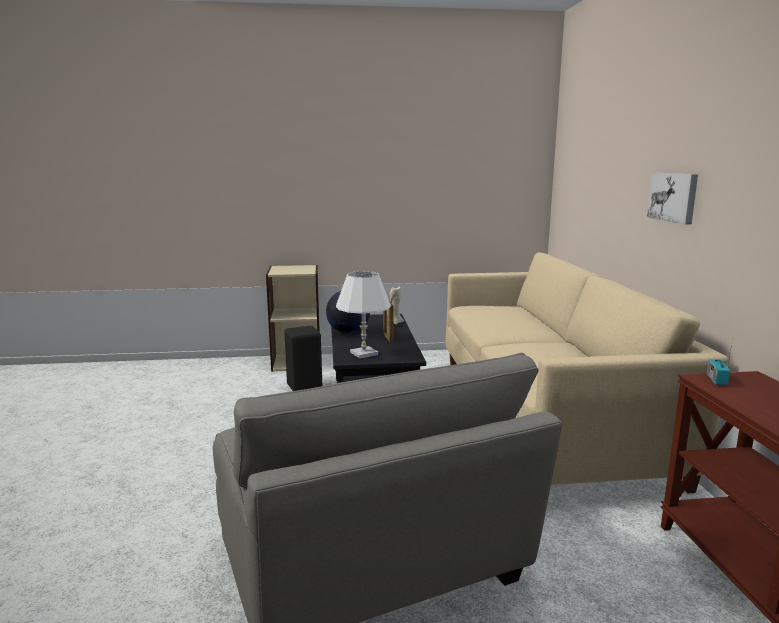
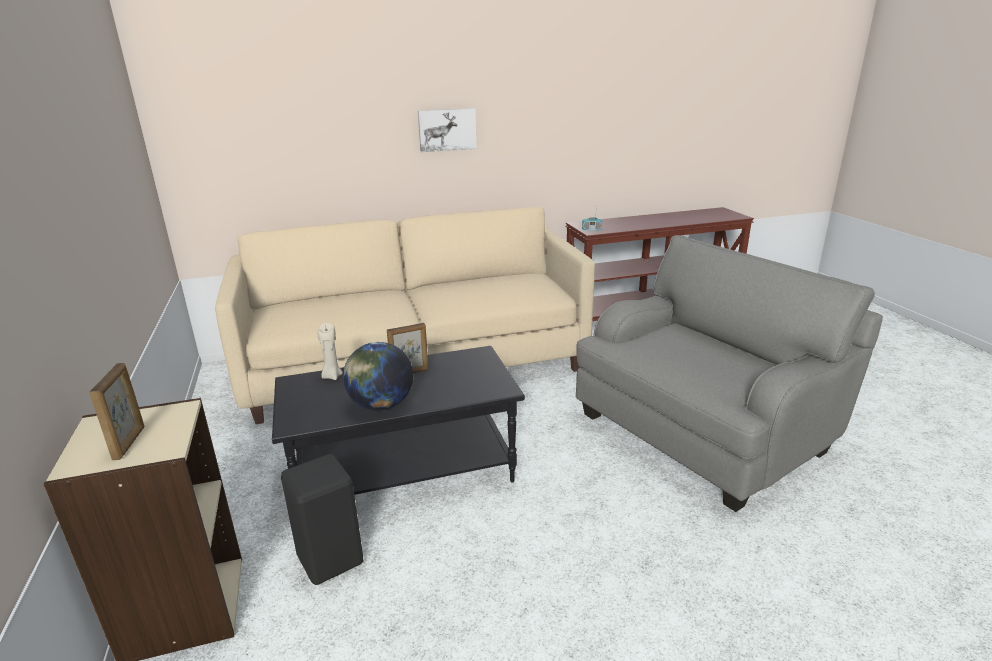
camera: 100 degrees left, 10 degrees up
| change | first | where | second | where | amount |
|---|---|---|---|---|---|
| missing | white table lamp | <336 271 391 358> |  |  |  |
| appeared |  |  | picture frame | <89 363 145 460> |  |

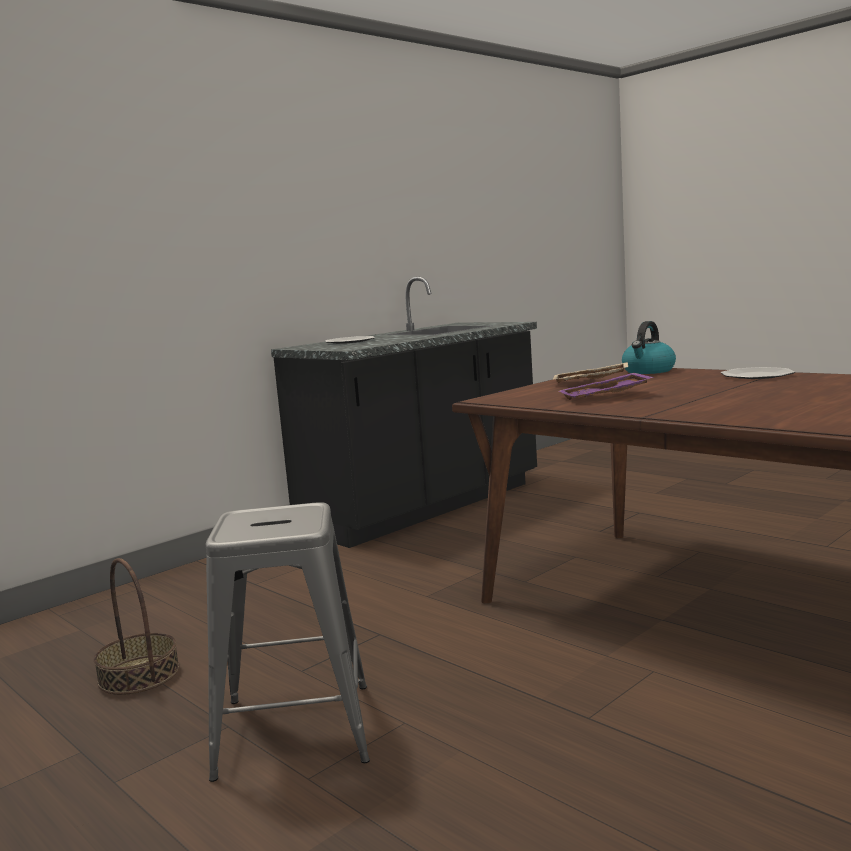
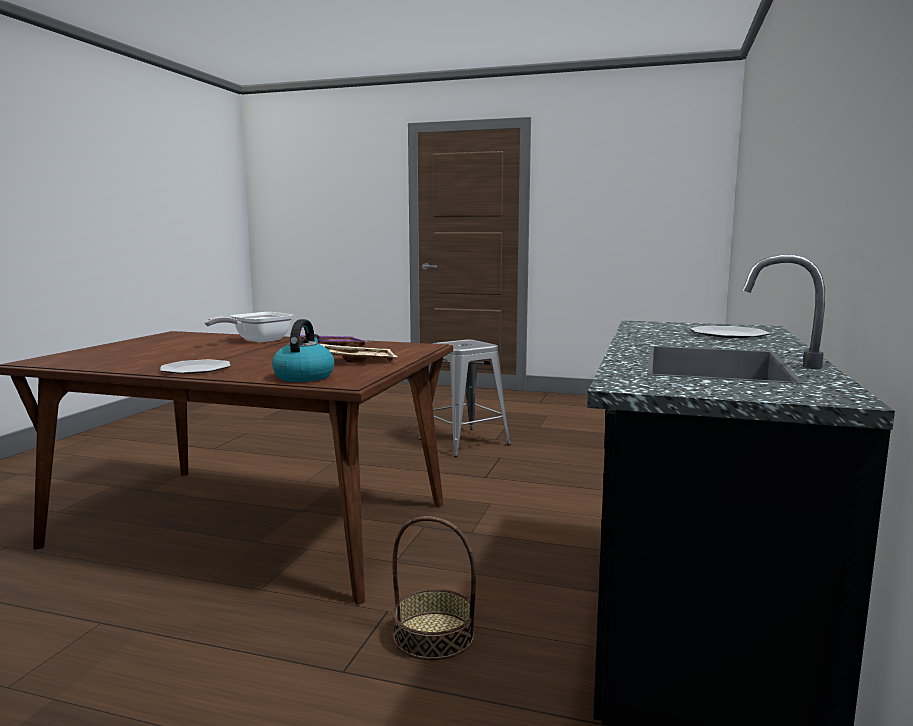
camera: 150 degrees right, 0 degrees up
| change | first | where | second | where | amount |
|---|---|---|---|---|---|
| relocated | basket | <94 558 180 695> |  | <392 516 476 660> |  |
| appeared |  |  | frying pan | <205 312 293 343> |  |

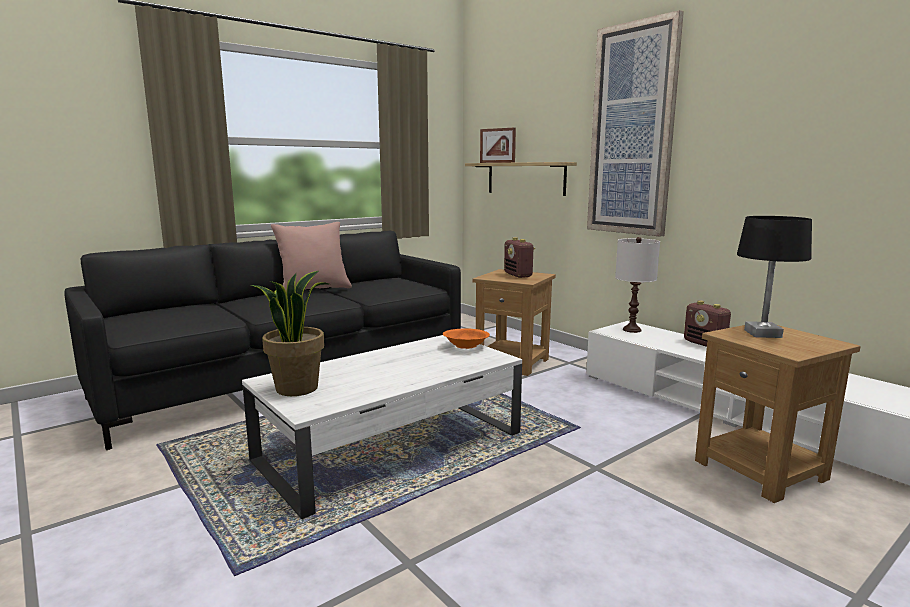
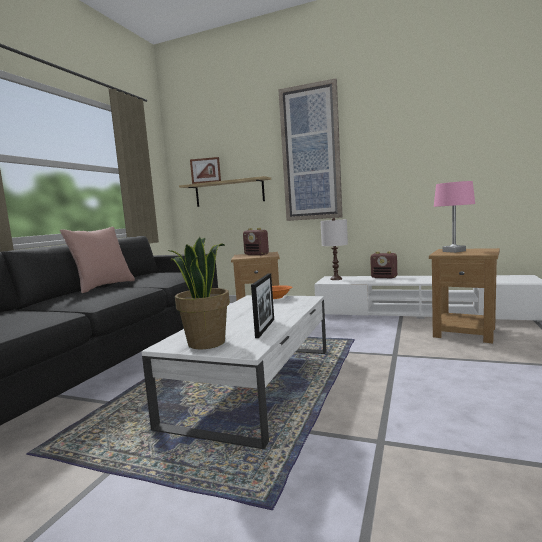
camera: 30 degrees left, 5 degrees down
| change | first | where | second | where | amount |
|---|---|---|---|---|---|
| colour | black table lamp | <737 216 812 338> | pink table lamp | <434 181 475 253> |  |
| appeared |  |  | picture frame | <251 273 274 338> |  |

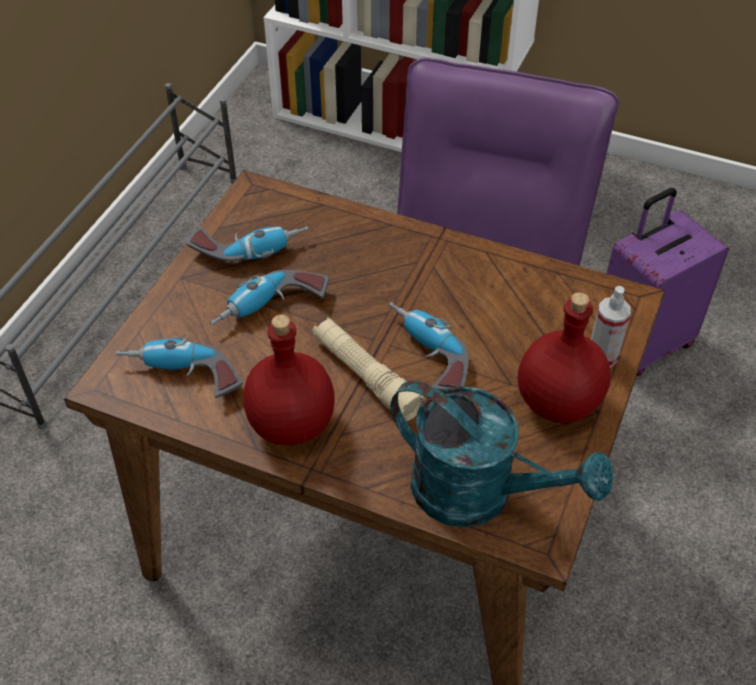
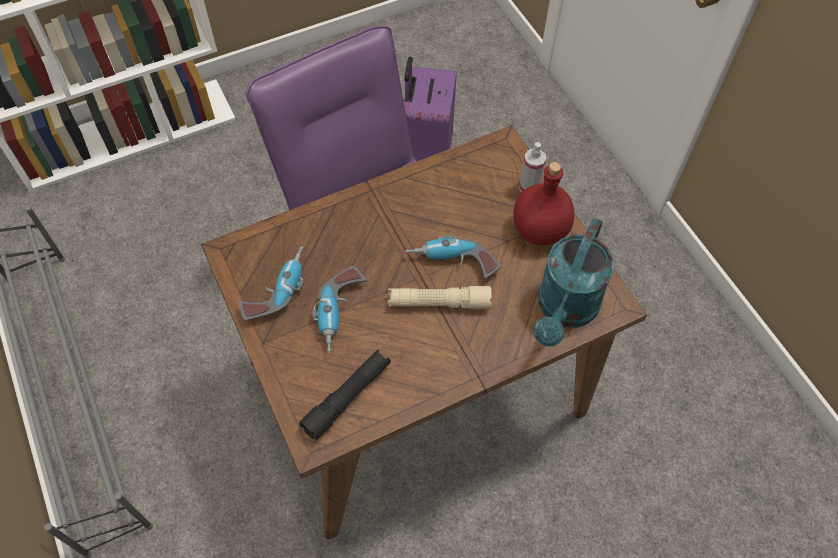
camera: 50 degrees left, 10 degrees up
| change | first | where | second | where | amount |
|---|---|---|---|---|---|
| exchanged | power drill | <116 337 243 398> | black flashlight | <299 349 391 440> |  |
| missing | red bottle | <243 314 335 445> |  |  |  |
| spun | turquoise watering can | <390 381 614 527> |  | <533 218 614 347> | 135 degrees clockwise |

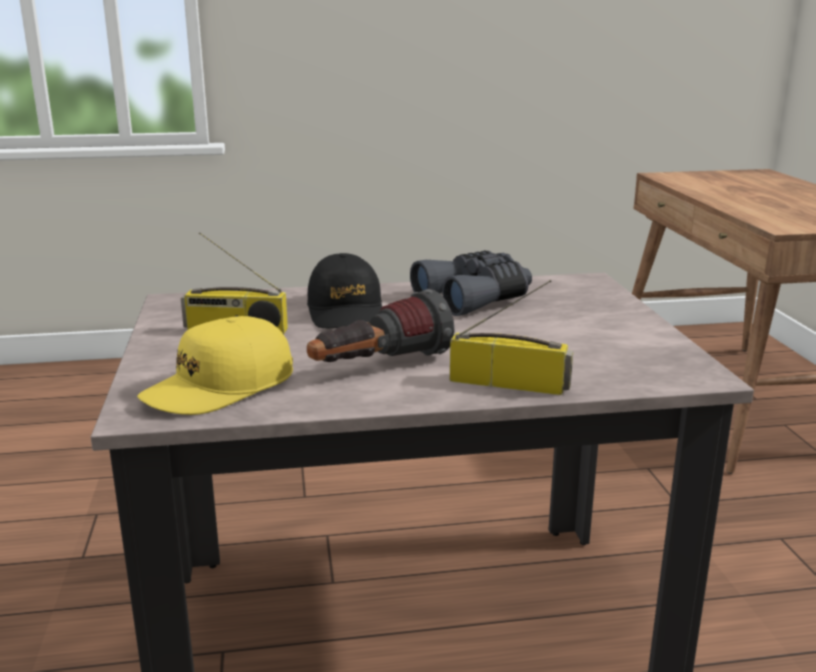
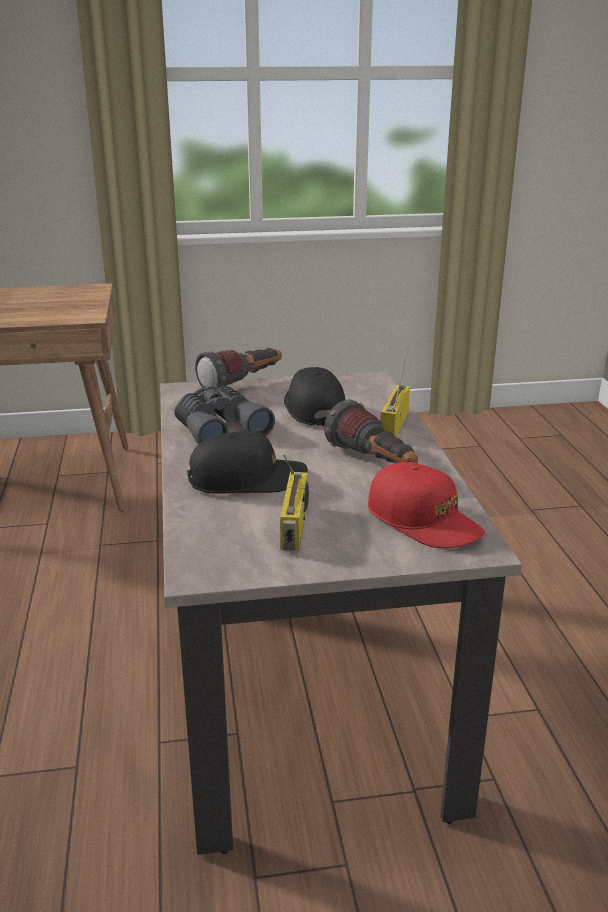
camera: 90 degrees left, 5 degrees up
| change | first | where | second | where | amount |
|---|---|---|---|---|---|
| colour | yellow cap | <137 316 293 415> | red cap | <368 462 485 548> |  |
| appeared |  |  | flashlight | <195 348 282 389> |  |
| appeared |  |  | black cap | <284 367 346 426> |  |

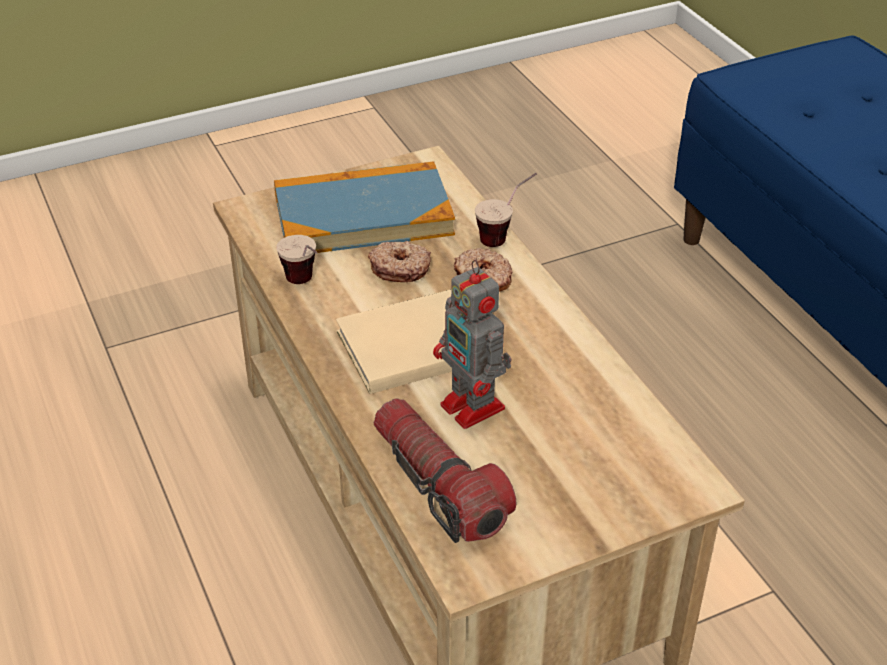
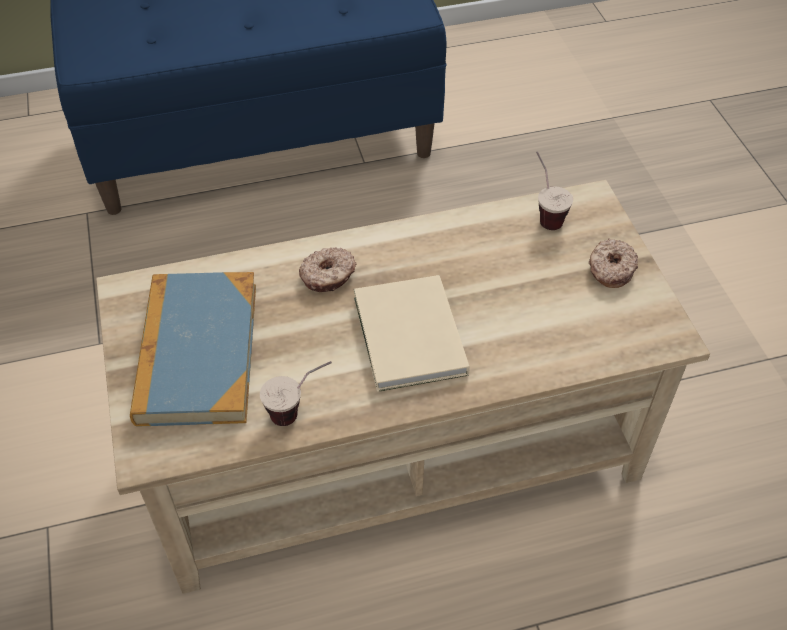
camera: 80 degrees left, 10 degrees up
| change | first | where | second | where | amount |
|---|---|---|---|---|---|
| relocated | donut | <368 241 431 282> |  | <589 238 638 288> |  |
| missing | flashlight | <374 399 516 543> |  |  |  |
| missing | toy robot | <433 260 511 429> |  |  |  |
| relocated | cup | <475 173 537 247> |  | <536 151 573 230> |  |

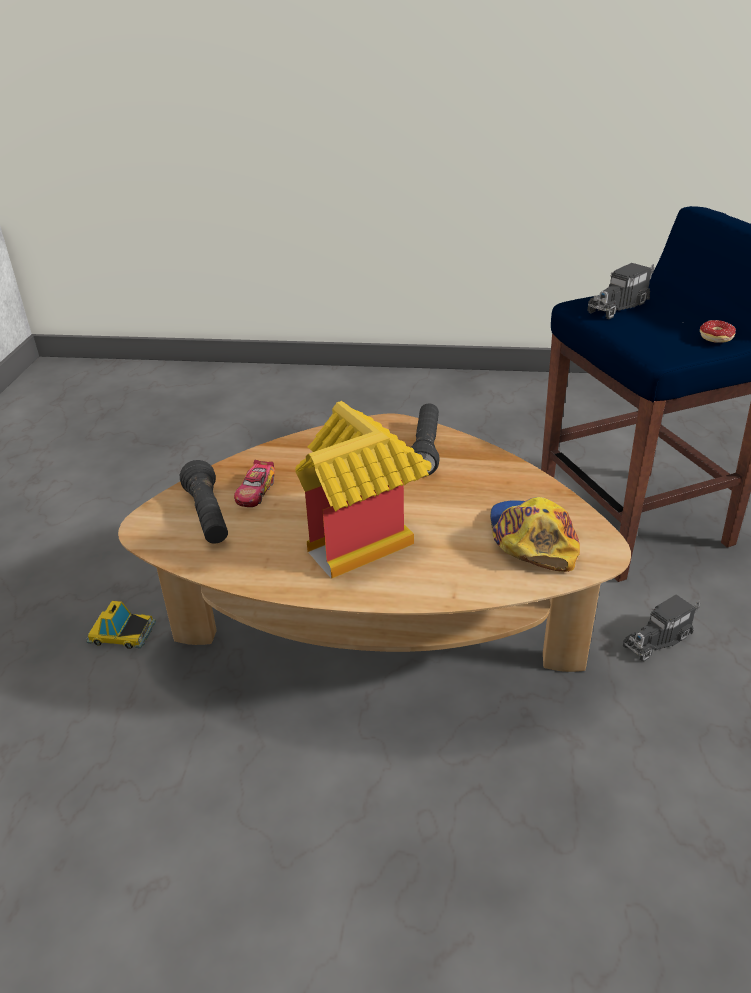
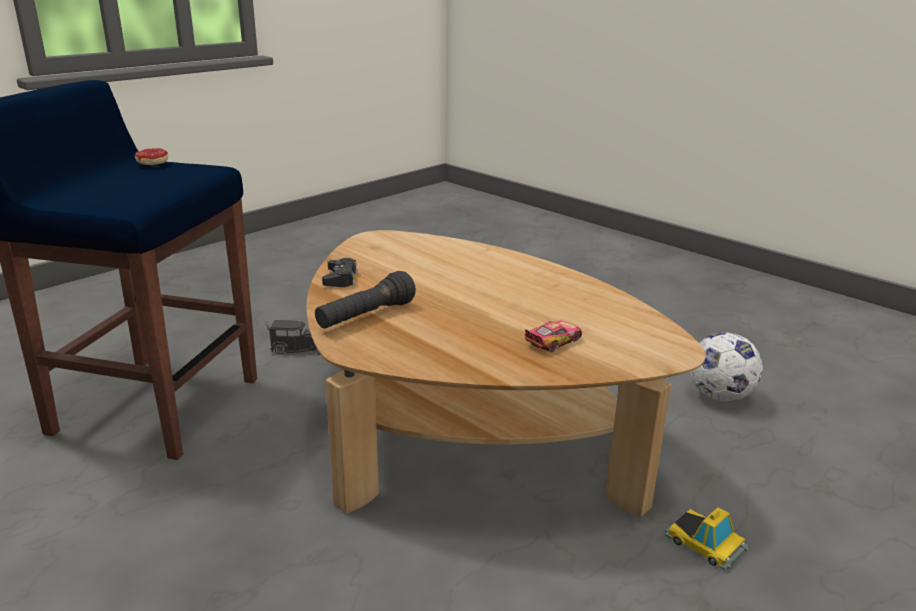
camera: 145 degrees left, 10 degrees down
| change | first | where | second | where | amount |
|---|---|---|---|---|---|
| missing | black flashlight | <180 460 228 544> |  |  |  |
| missing | toy house | <295 401 431 579> |  |  |  |
| missing | cap | <490 497 580 572> |  |  |  |
| missing | toy truck | <587 263 654 319> |  |  |  |
| appeared |  |  | black game controller | <322 258 358 287> |  |
| appeared |  |  | football | <690 332 763 402> |  |

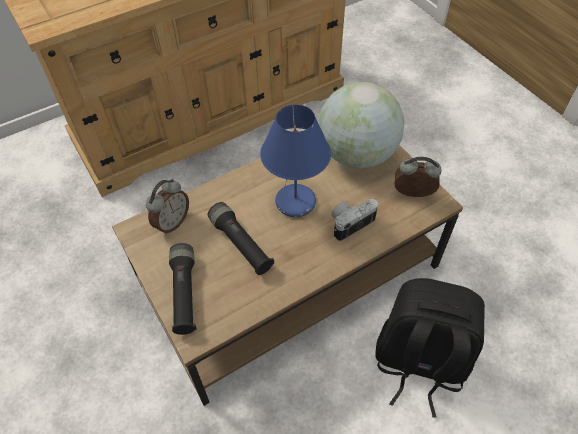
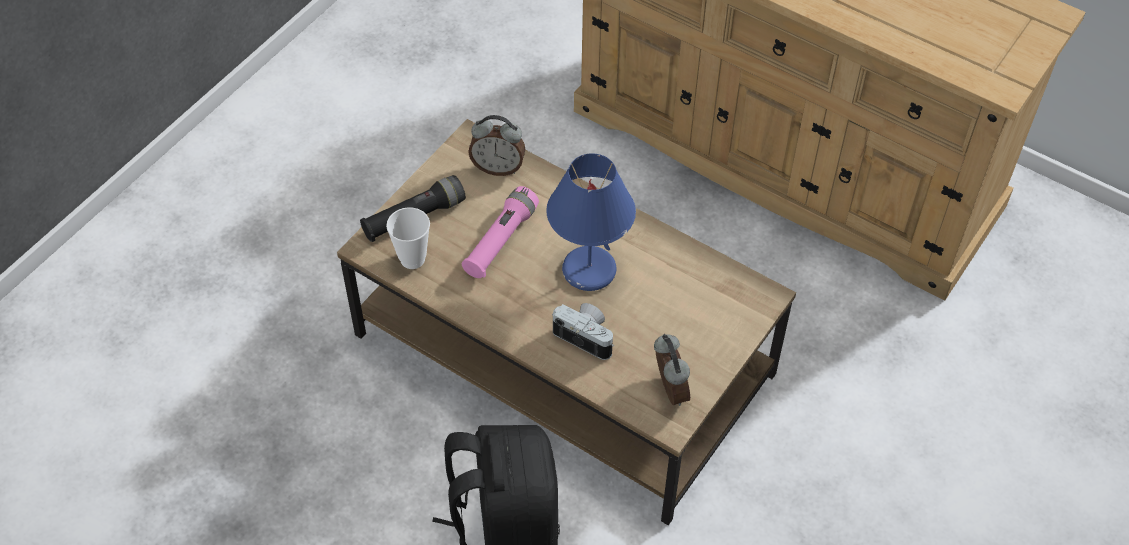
camera: 65 degrees right, 0 degrees up
| change | first | where | second | where | amount |
|---|---|---|---|---|---|
| colour | black flashlight | <208 202 274 275> | pink flashlight | <462 186 539 278> |  |
| missing | globe | <318 82 405 169> |  |  |  |
| appeared |  |  | cup | <386 207 430 269> |  |

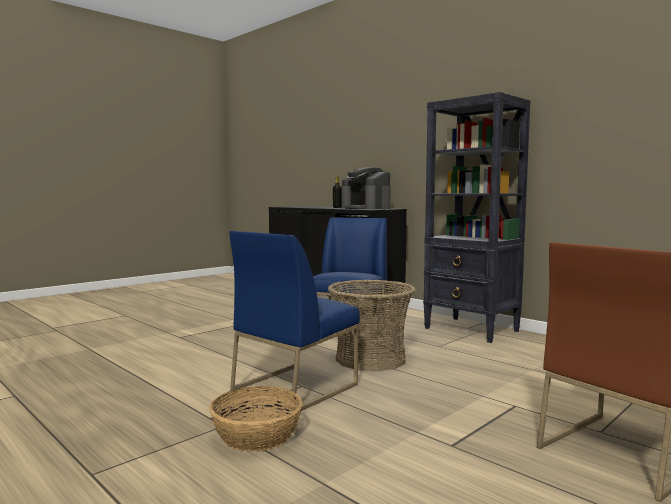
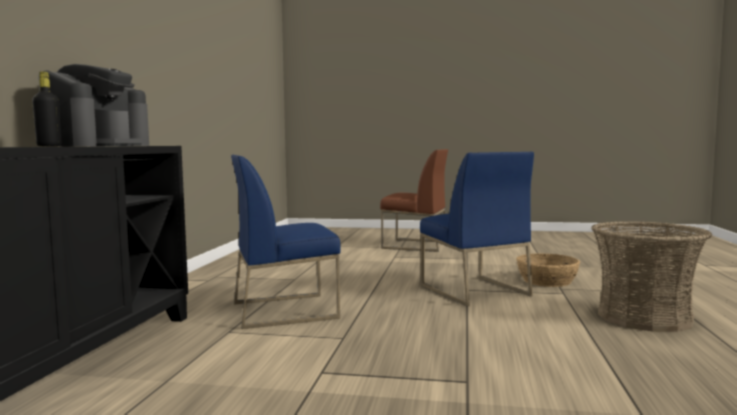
camera: 125 degrees left, 0 degrees up
| change | first | where | second | where | amount |
|---|---|---|---|---|---|
| spun | blue chair | <229 231 360 411> |  | <420 152 534 307> | 60 degrees clockwise |
| relocated | basket | <328 279 416 371> |  | <591 221 712 332> |  |
| missing | black bookcase | <423 92 530 343> |  |  |  |

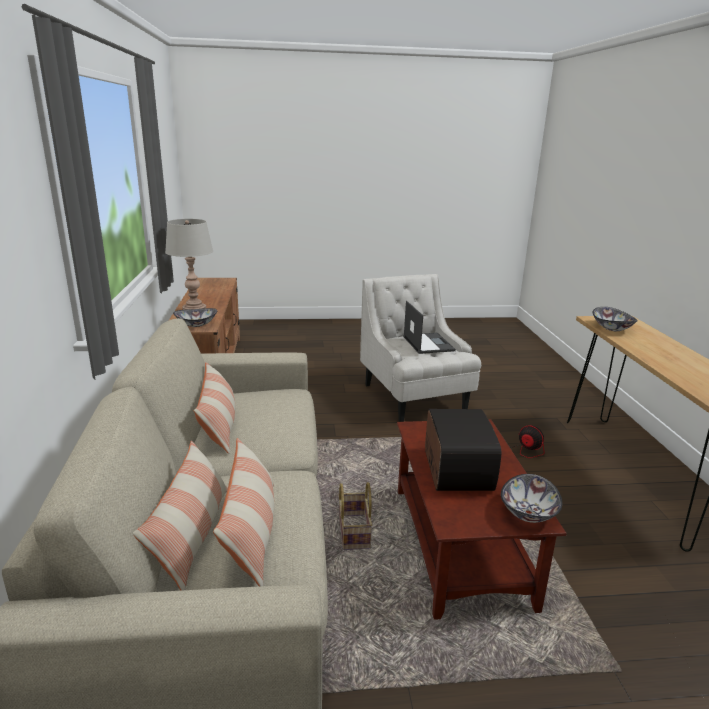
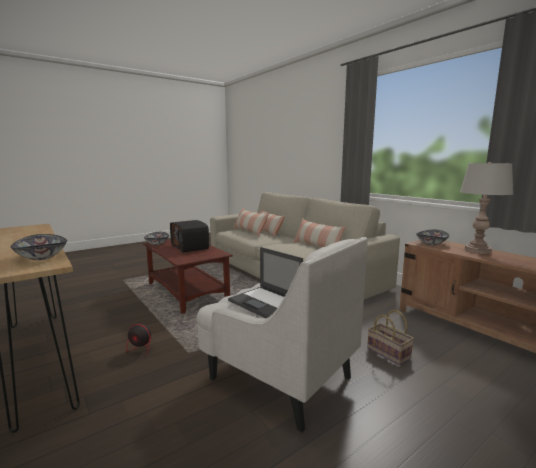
camera: 150 degrees right, 10 degrees down
| change | first | where | second | where | amount |
|---|---|---|---|---|---|
| relocated | basket | <339 482 373 550> |  | <367 310 414 365> |  |

